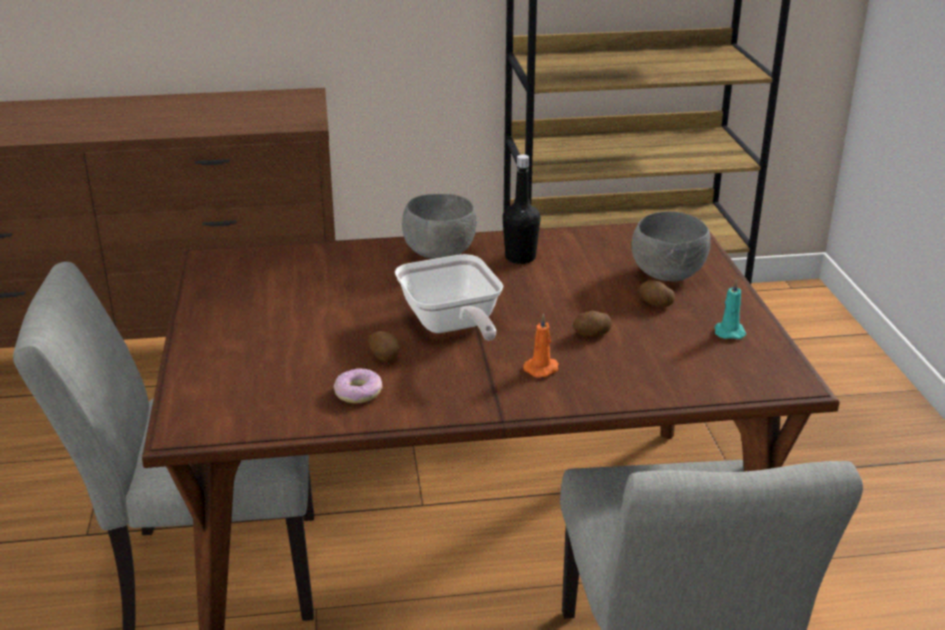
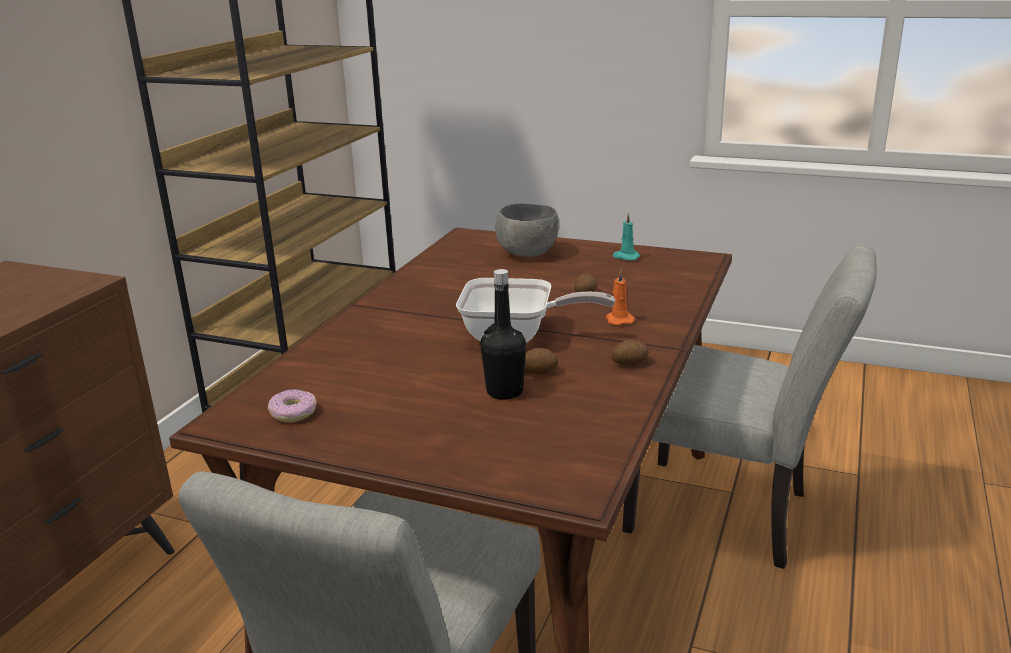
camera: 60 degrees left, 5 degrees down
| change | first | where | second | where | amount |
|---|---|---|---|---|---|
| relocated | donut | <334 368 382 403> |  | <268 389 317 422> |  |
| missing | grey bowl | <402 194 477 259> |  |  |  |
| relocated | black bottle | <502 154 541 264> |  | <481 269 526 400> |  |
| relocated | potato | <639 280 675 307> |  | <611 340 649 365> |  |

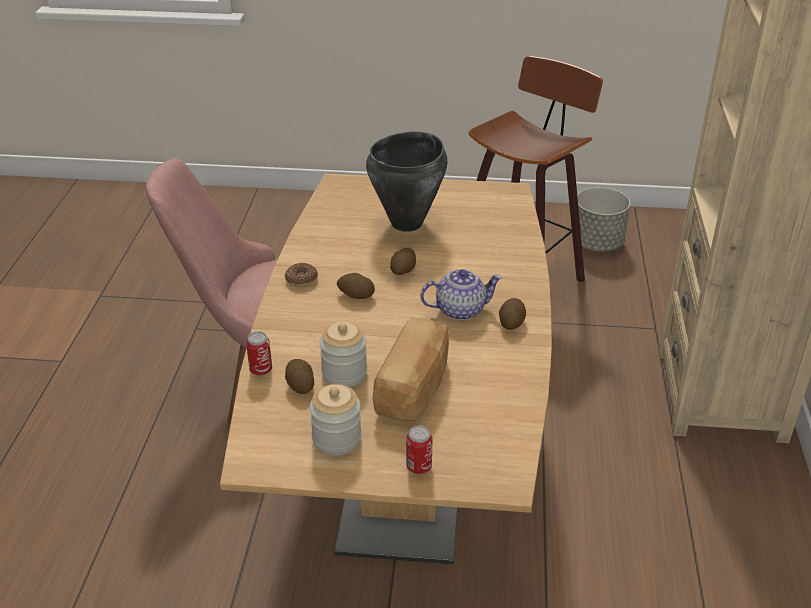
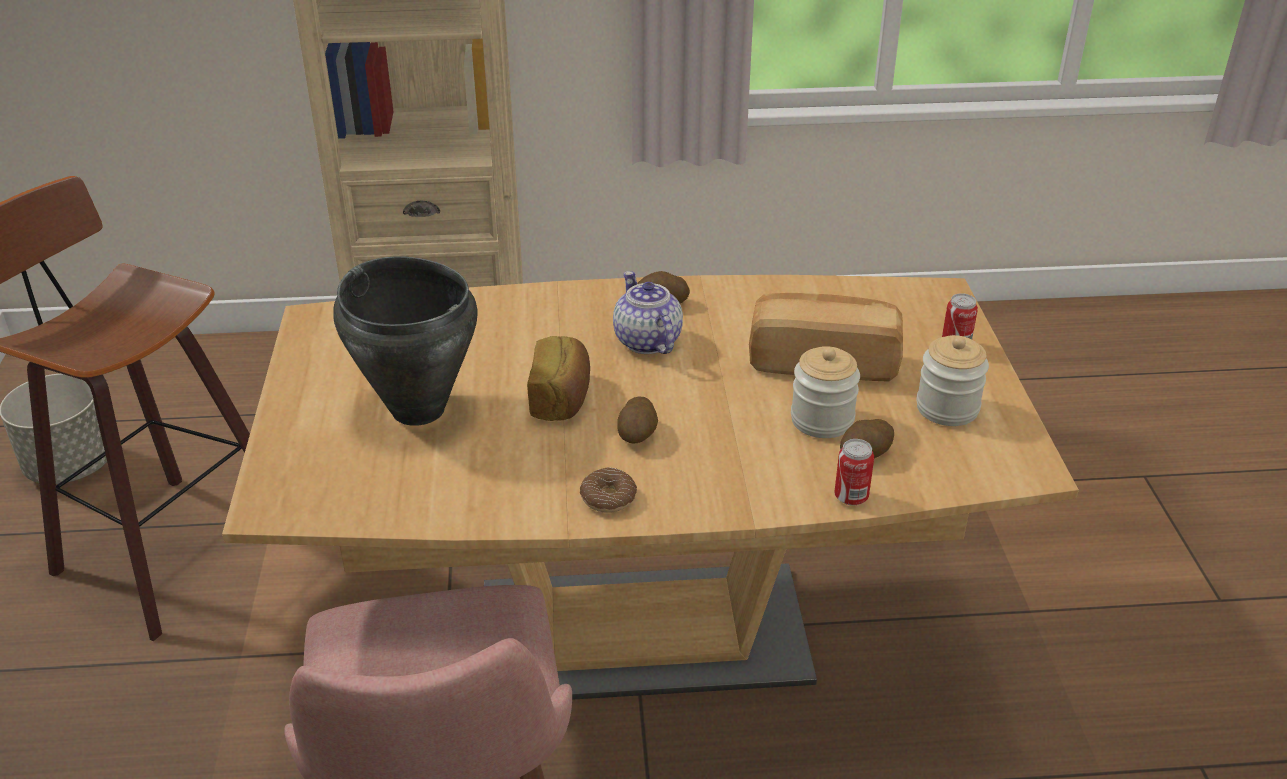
camera: 100 degrees left, 0 degrees up
| change | first | where | second | where | amount |
|---|---|---|---|---|---|
| exchanged | potato | <390 248 416 275> | bread | <527 336 590 421> |  |

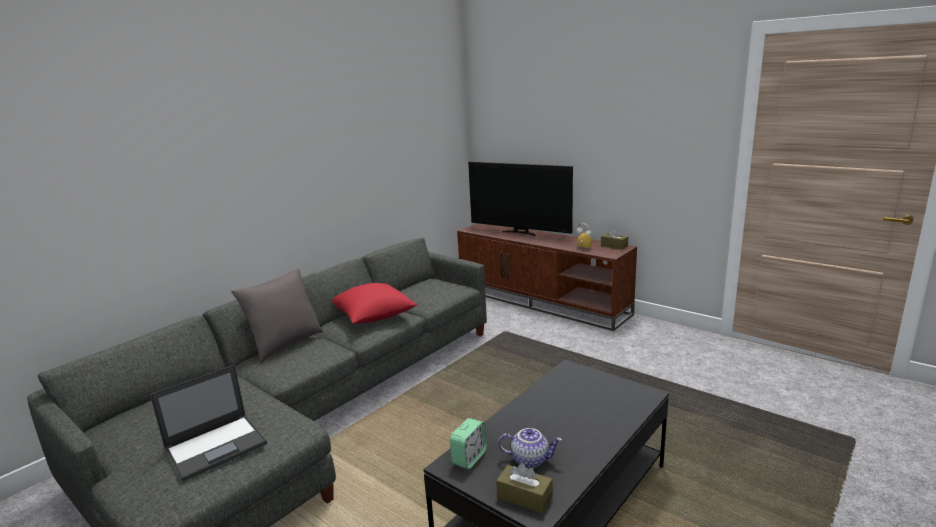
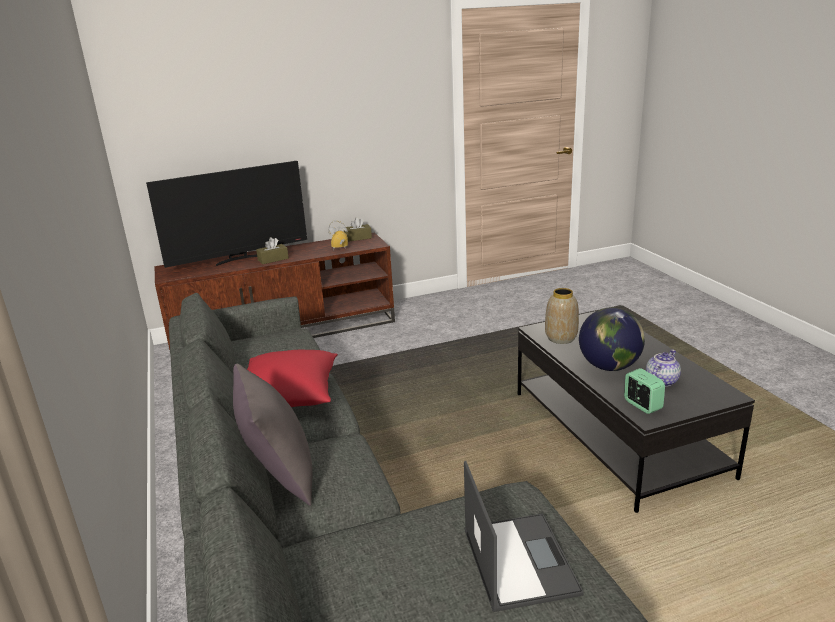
camera: 60 degrees left, 5 degrees up
| change | first | where | second | where | amount |
|---|---|---|---|---|---|
| relocated | brown tissue box | <496 463 553 513> |  | <256 237 289 264> |  |
| appeared |  |  | vase | <545 288 579 344> |  |
| appeared |  |  | globe | <579 308 645 371> |  |

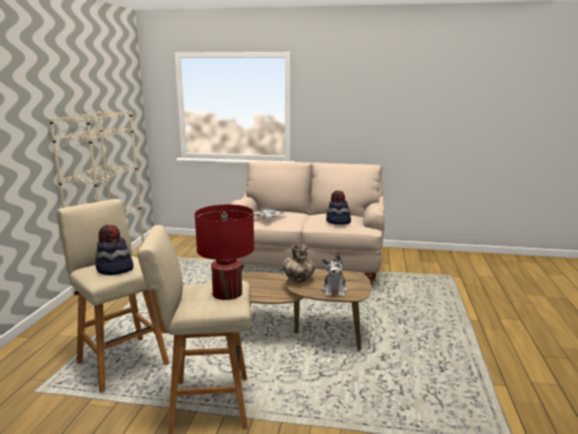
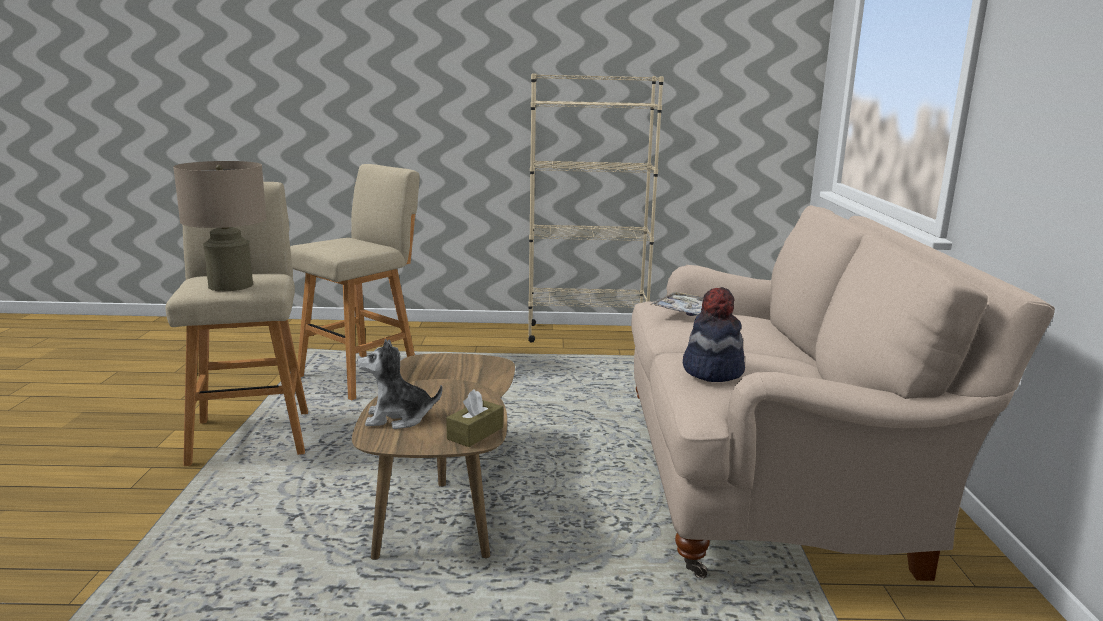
camera: 80 degrees right, 0 degrees up
| change | first | where | second | where | amount |
|---|---|---|---|---|---|
| missing | hat | <96 225 133 275> |  |  |  |
| colour | red table lamp | <195 205 254 300> | beige table lamp | <173 161 267 291> |  |
| missing | vase | <283 244 315 283> |  |  |  |
| appeared |  |  | brown tissue box | <446 389 503 447> |  |

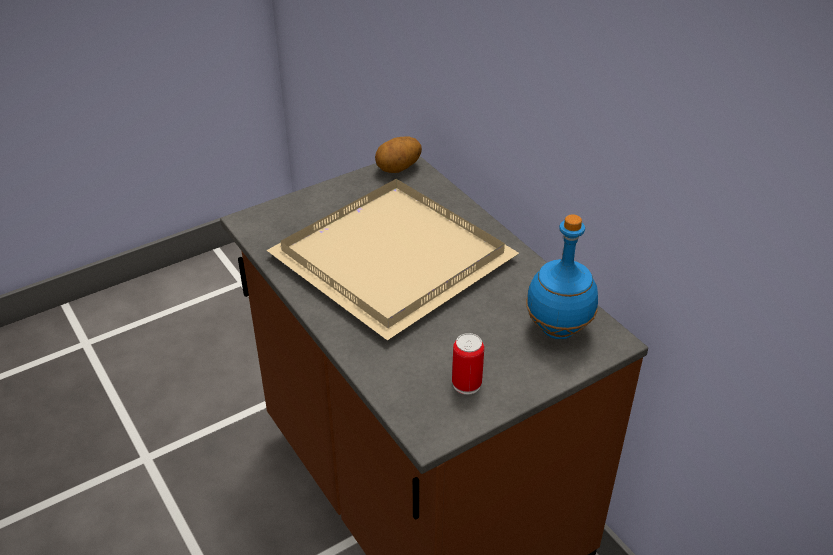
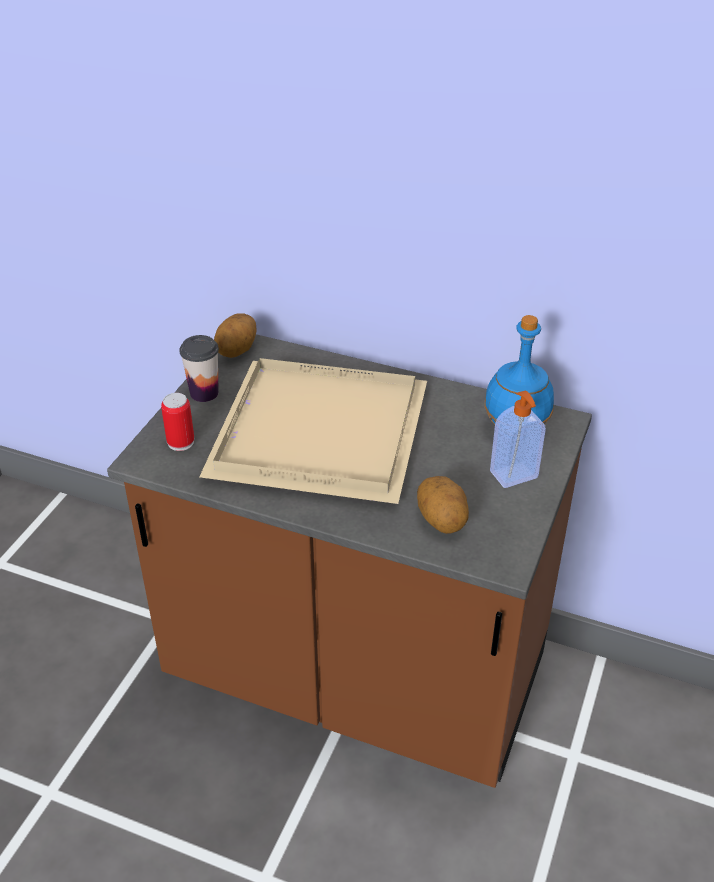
camera: 35 degrees left, 0 degrees up
| change | first | where | second | where | amount |
|---|---|---|---|---|---|
| relocated | can | <452 333 484 395> |  | <161 393 194 451> |  |
| appeared |  |  | cup | <179 335 219 402> |  |
| appeared |  |  | potato | <417 476 469 534> |  |
| appeared |  |  | soap dispenser | <490 390 546 488> |  |

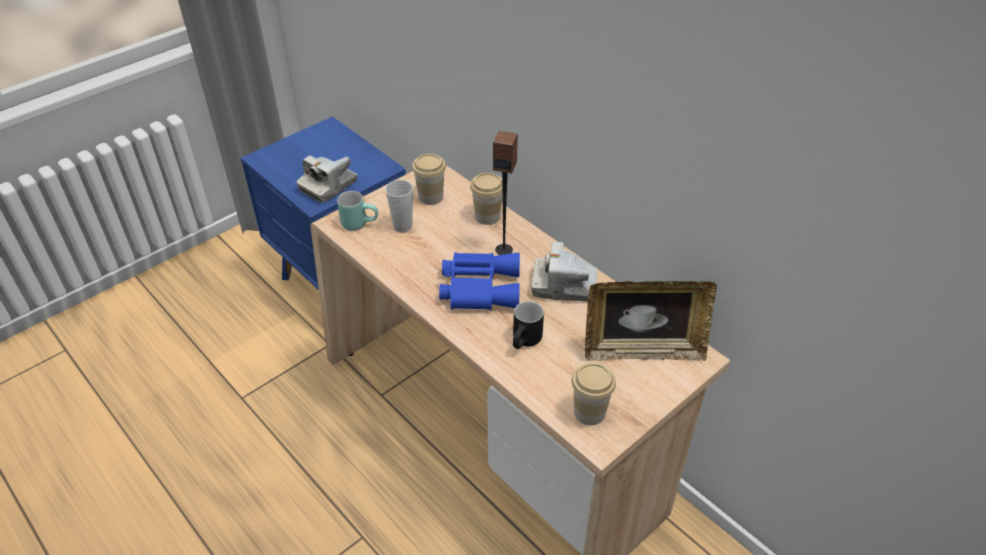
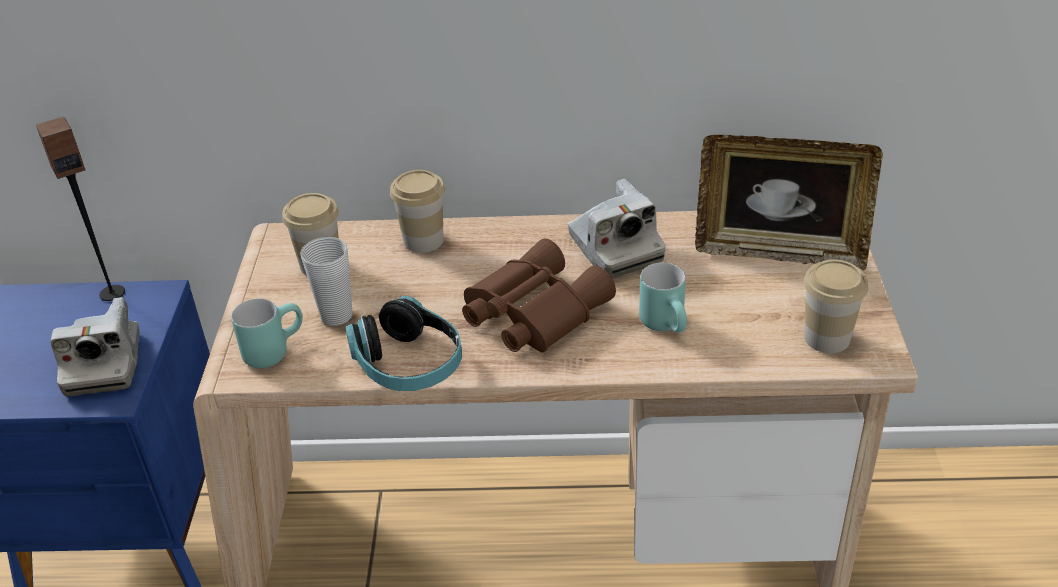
camera: 45 degrees left, 5 degrees down
| change | first | where | second | where | amount |
|---|---|---|---|---|---|
| colour | blue binoculars | <439 252 520 310> | brown binoculars | <462 238 616 353> |  |
| relocated | speaker | <493 131 518 255> |  | <36 116 125 301> |  |
| colour | black mug | <513 301 544 349> | turquoise mug | <639 262 687 333> |  |
| spun | photo camera | <531 242 597 302> |  | <568 179 666 279> | 75 degrees counterclockwise |
| spun | picture frame | <585 281 717 361> |  | <695 135 883 270> | 60 degrees clockwise |
| appeared |  |  | headphones | <345 296 462 391> |  |

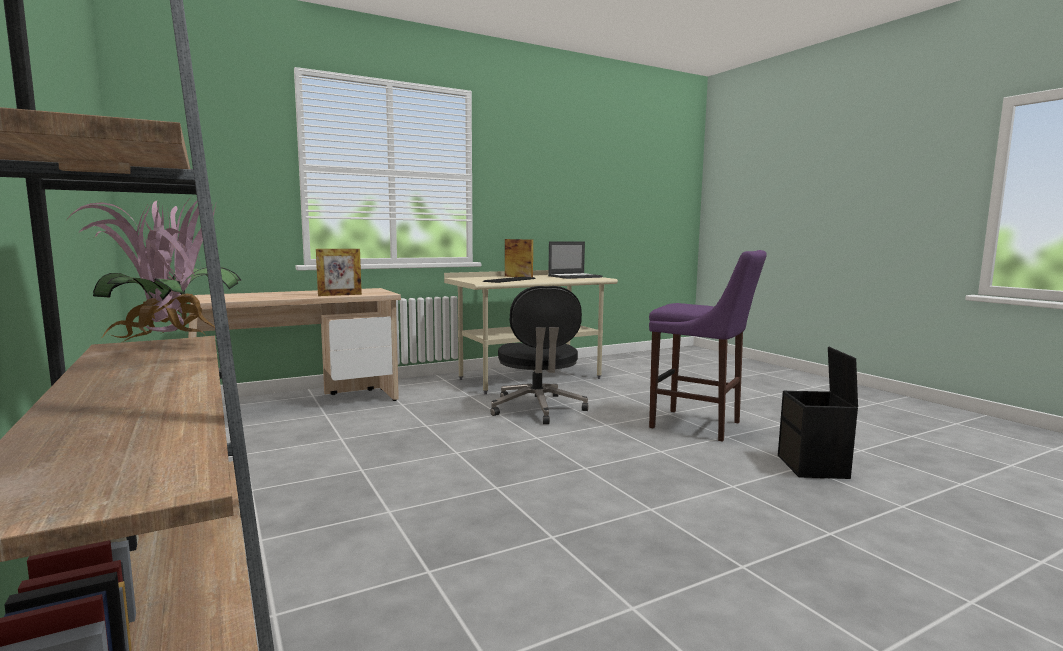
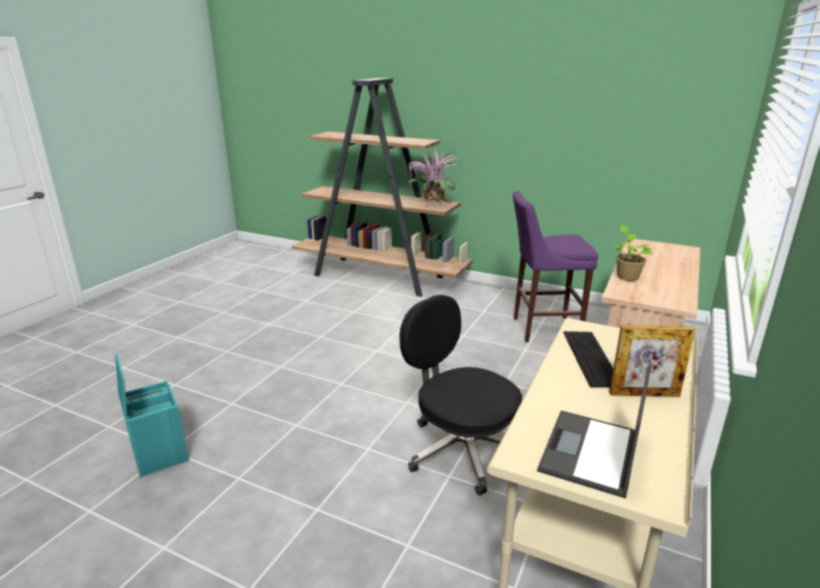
camera: 145 degrees right, 15 degrees up
| change | first | where | second | where | amount |
|---|---|---|---|---|---|
| exchanged | picture frame | <316 249 362 296> | potted plant | <614 224 653 281> |  |
| relocated | purple stool | <649 250 767 442> |  | <513 191 598 342> |  |
| colour | black storage box | <778 347 858 479> | turquoise storage box | <115 354 189 477> |  |

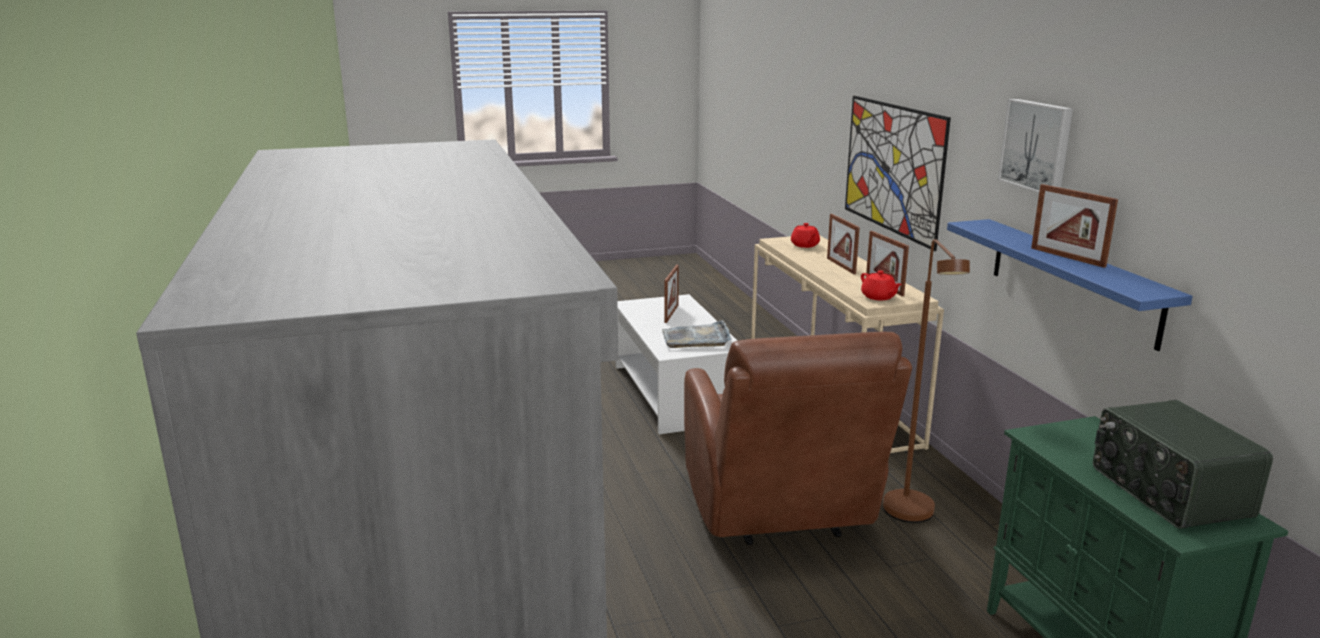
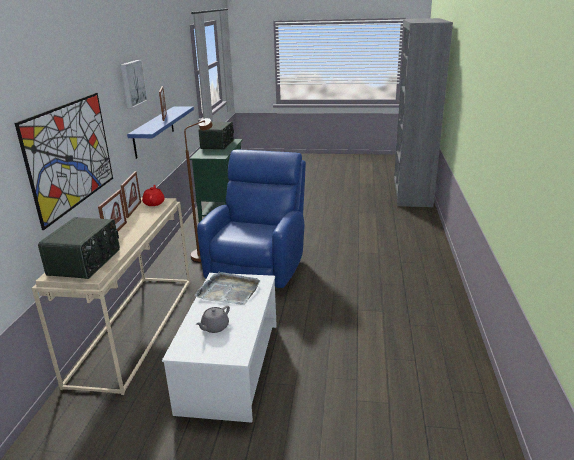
camera: 155 degrees left, 5 degrees up
| change | first | where | second | where | amount |
|---|---|---|---|---|---|
| exchanged | picture frame | <664 265 679 323> | grey teapot | <196 306 230 333> |  |
| colour | brown armchair | <684 332 912 545> | blue armchair | <197 149 306 288> |  |
| exchanged | red teapot | <791 223 820 248> | radio | <38 217 120 279> |  |

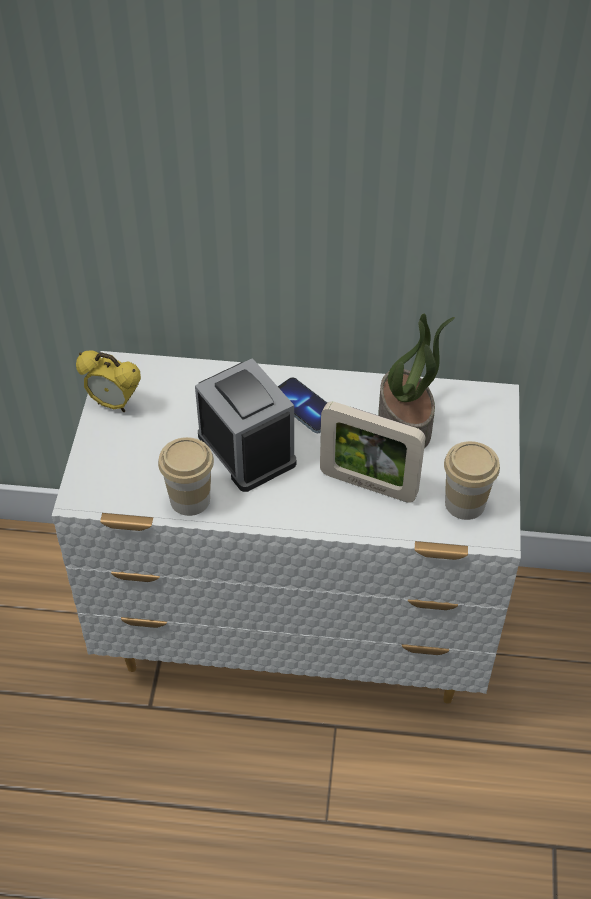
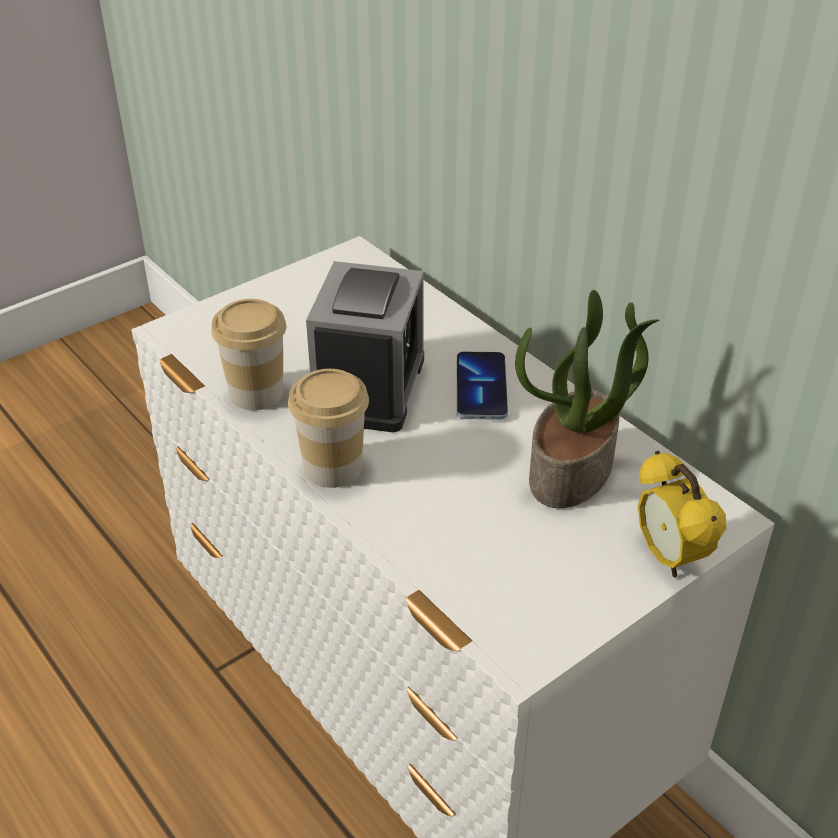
camera: 45 degrees right, 10 degrees down
| change | first | where | second | where | amount |
|---|---|---|---|---|---|
| relocated | alarm clock | <76 350 141 412> |  | <638 451 726 578> |  |
| missing | picture frame | <320 401 426 503> |  |  |  |
| relocated | cup | <444 441 500 520> |  | <288 369 369 488> |  |

